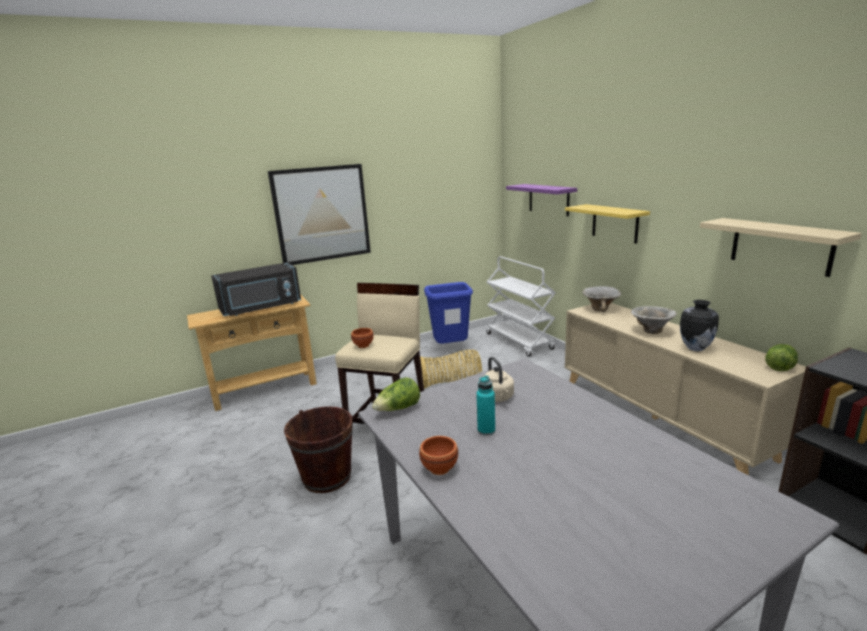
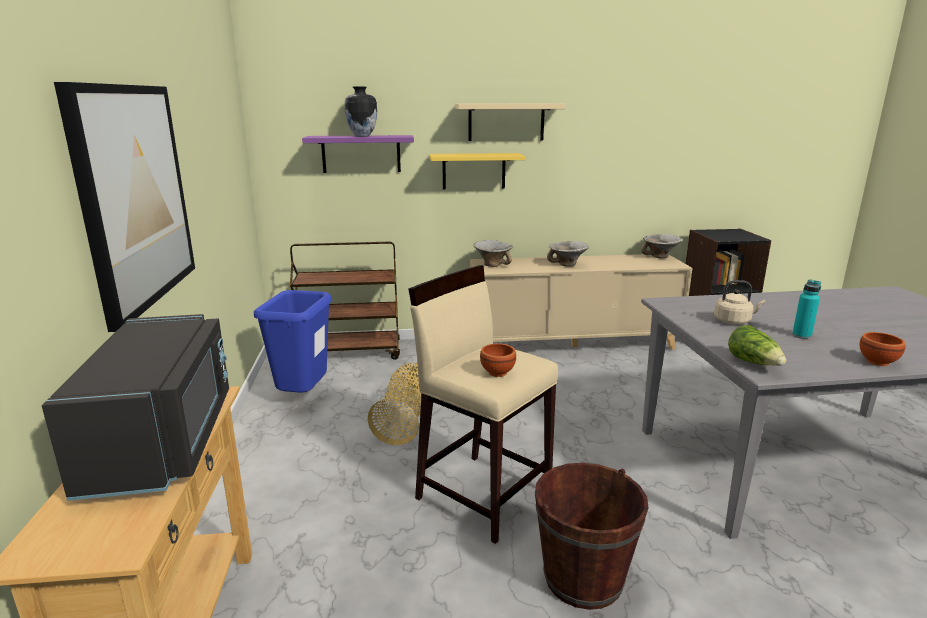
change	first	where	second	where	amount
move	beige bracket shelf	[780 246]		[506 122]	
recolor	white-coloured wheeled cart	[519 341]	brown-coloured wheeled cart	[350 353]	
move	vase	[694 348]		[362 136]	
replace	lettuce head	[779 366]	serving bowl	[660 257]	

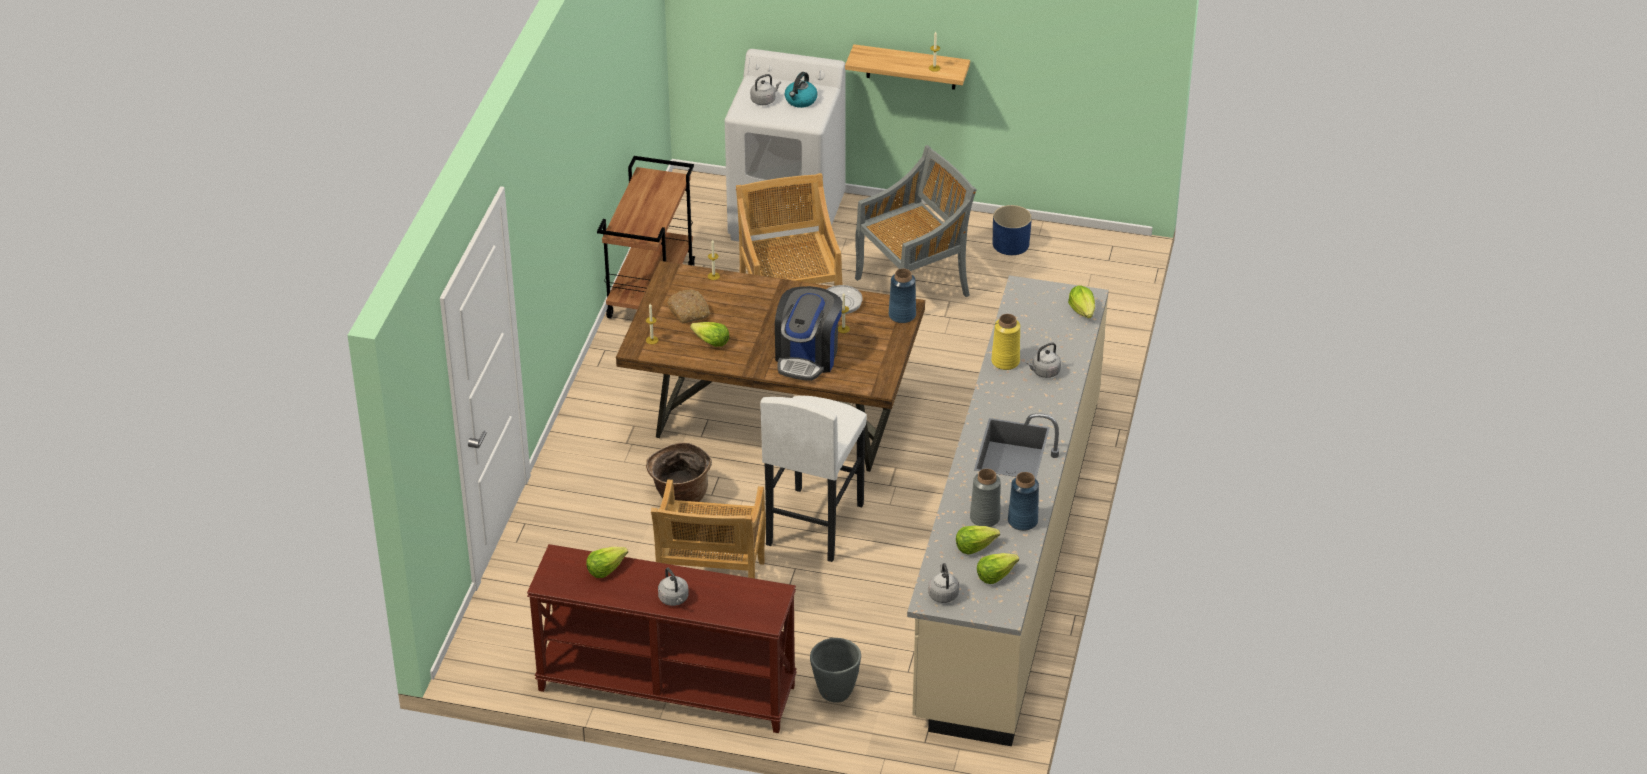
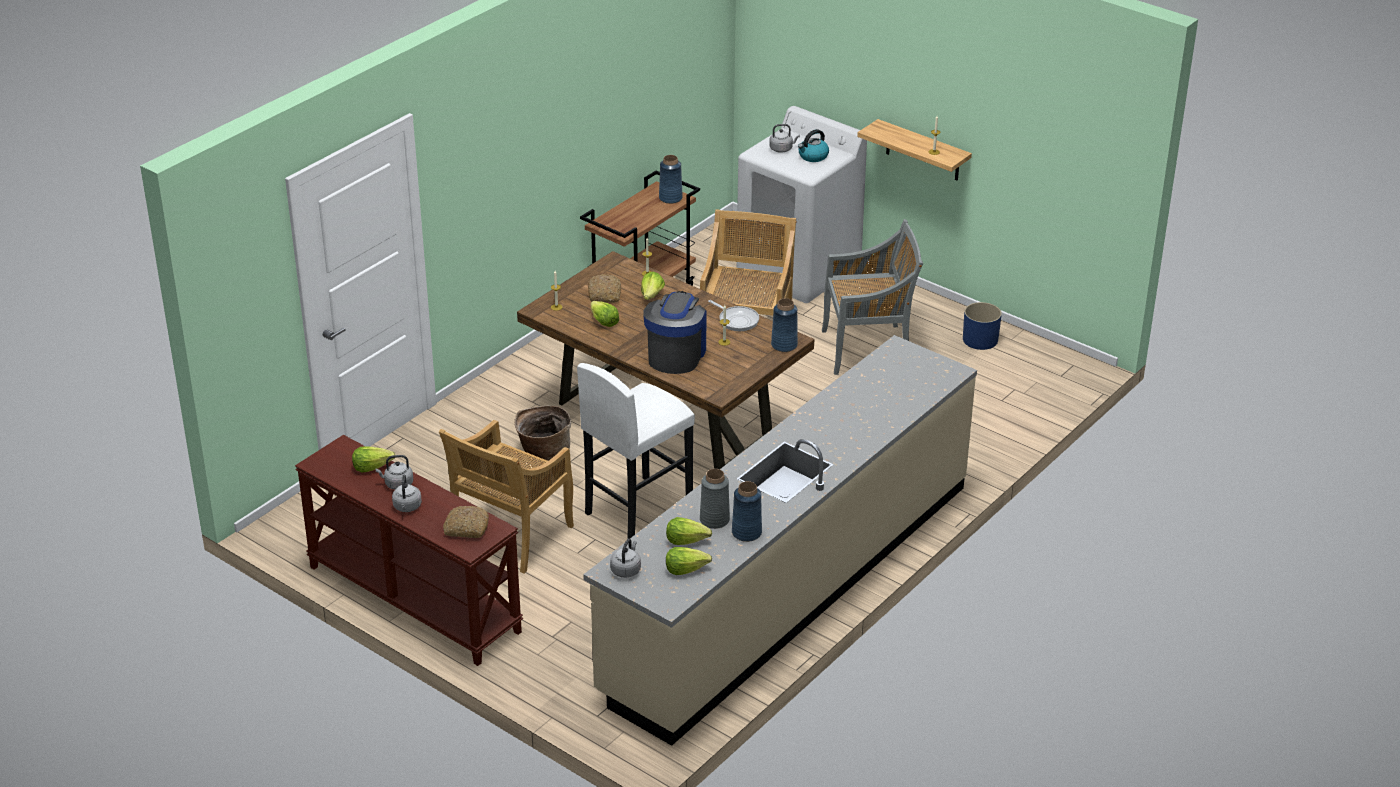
change	first	where	second	where	amount
move	lettuce head	[1083 311]		[651 295]	
rotate	coffee maker	[807 356]		[676 354]	150 degrees clockwise
delete	yellow vase	[1005 361]			
move	greyish tea kettle	[1044 372]		[397 484]	
delete	greyish planter	[835 692]			
insert			blue-coloured vase	[670 198]	
insert			baked bread	[466 528]	

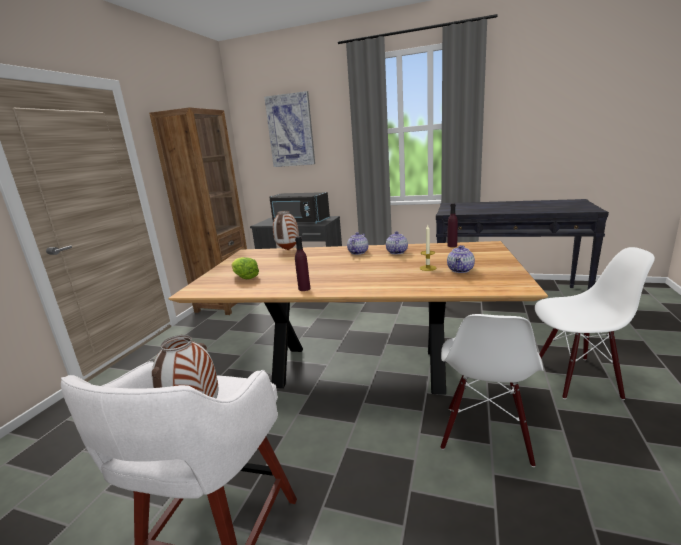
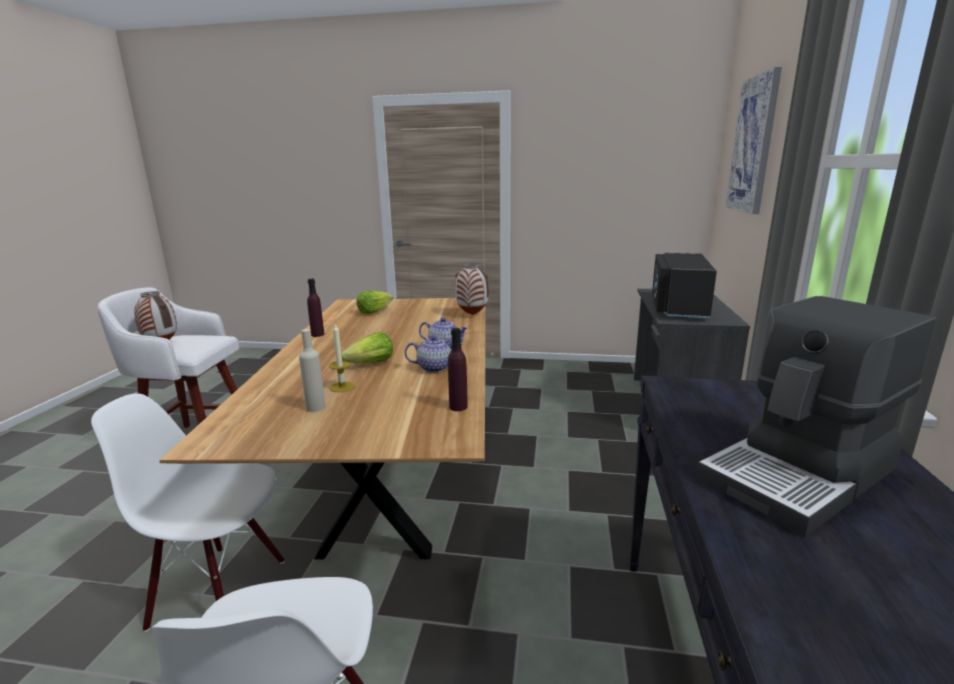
change	first	where	second	where	amount
delete	brown-coloured shelving unit	[225 303]			
replace	pot for tea	[460 270]	beige drink bottle	[315 407]	
insert			coffee maker	[800 475]	
insert			lettuce head	[371 364]	

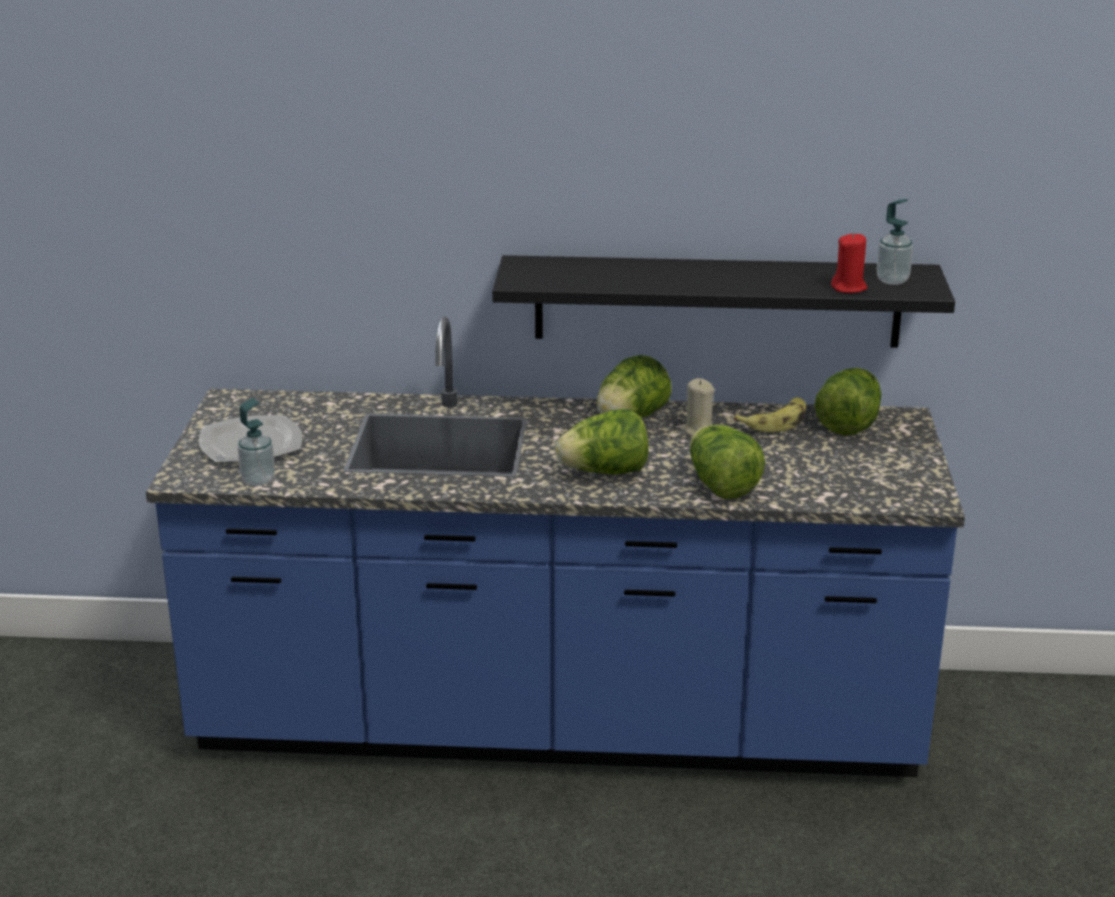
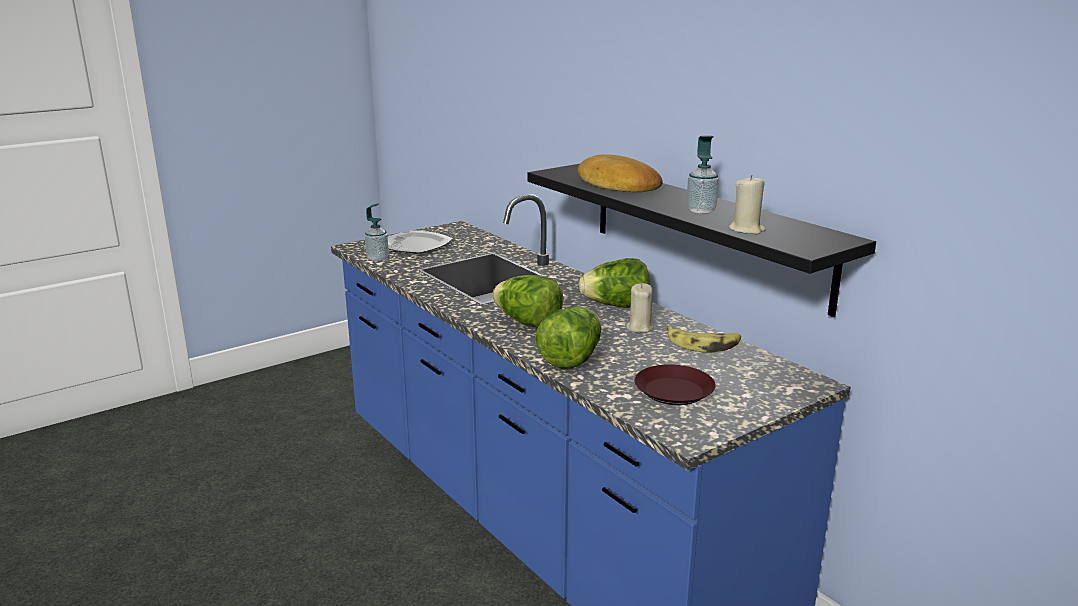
change	first	where	second	where	amount
move	liquid soap bottle	[892 280]		[701 211]	
recolor	reddish wax candle	[849 288]	beige wax candle	[747 230]	
delete	lettuce head	[848 424]			
insert			baked bread	[617 185]	
insert			brown-coloured plate	[673 391]	

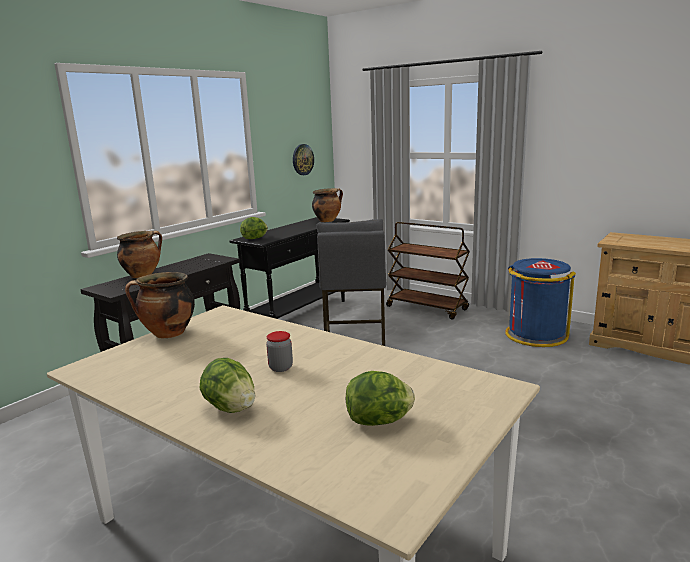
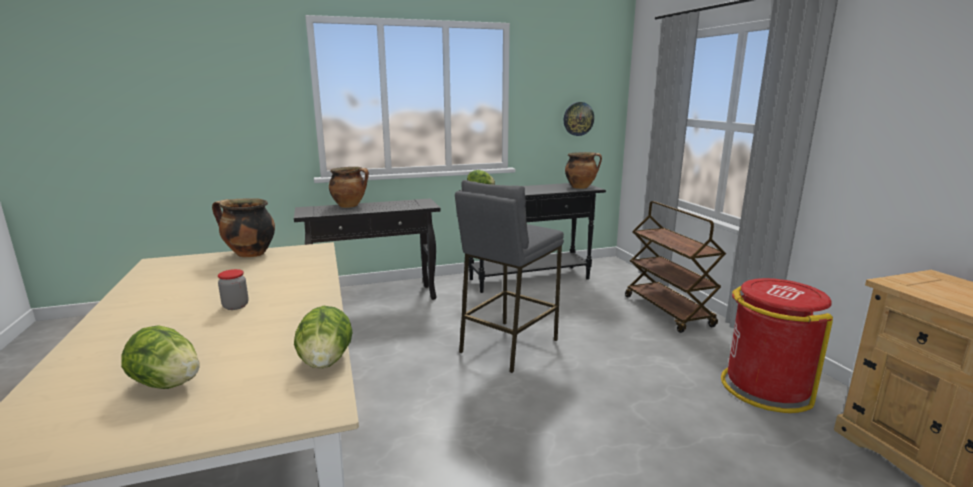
change	first	where	second	where	amount
recolor	blue-coloured trash can	[535 335]	reddish trash can	[765 388]	
move	lettuce head	[231 408]		[326 362]	

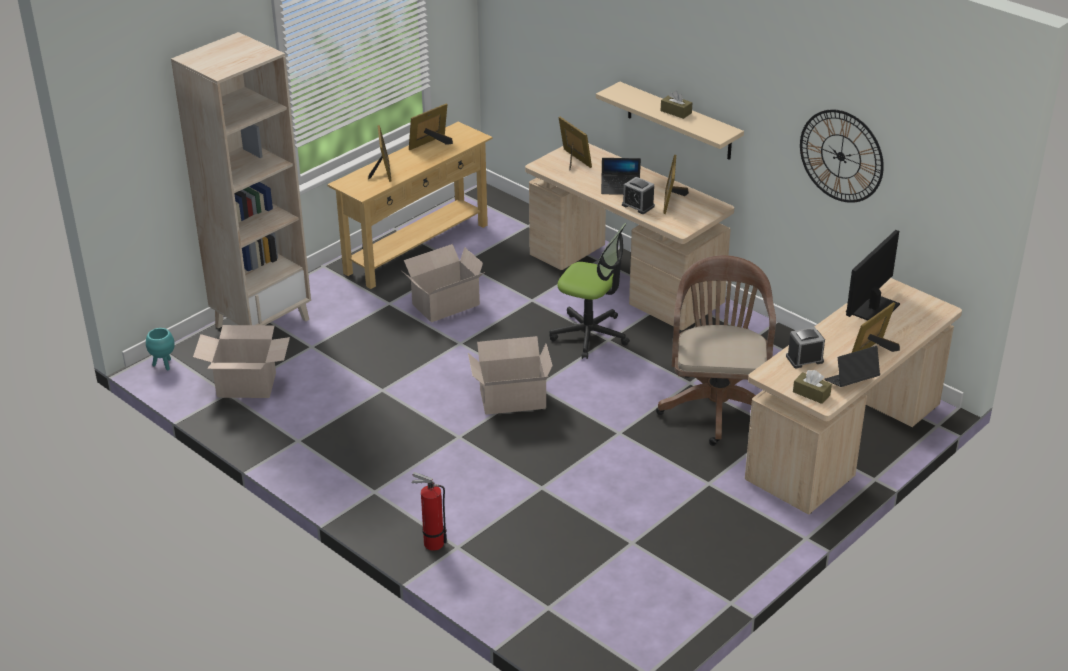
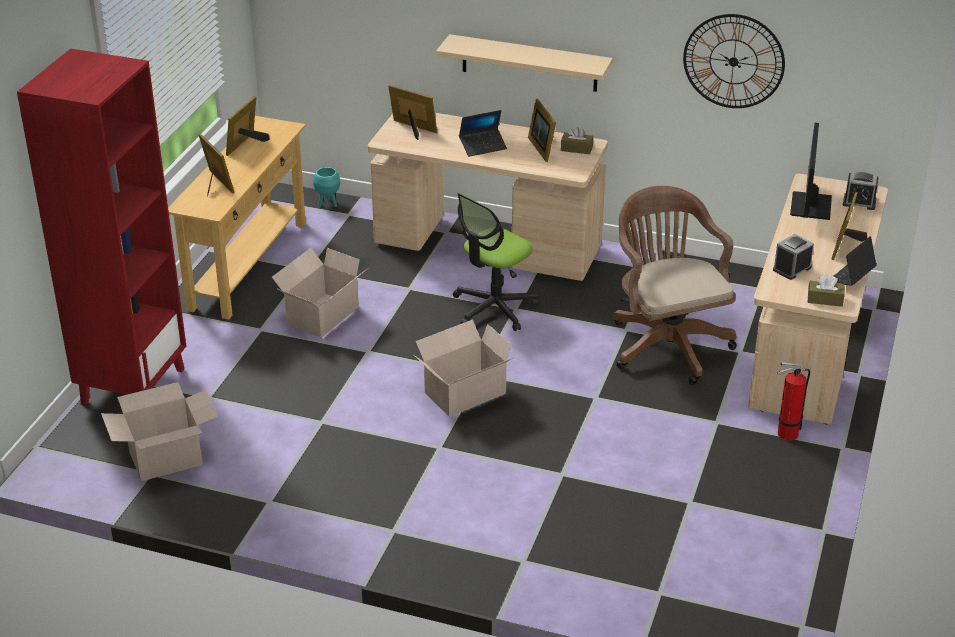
change	first	where	second	where	amount
recolor	beige shelving unit	[262 322]	reddish shelving unit	[133 386]	
move	brown-coloured box of tissues	[676 112]		[576 149]	
move	table clock	[638 206]		[859 202]	
rotate	office chair	[590 335]		[494 308]	135 degrees clockwise
move	turquoise planter	[164 365]		[328 204]	
move	fire-fighting cylinder	[431 543]		[785 434]	

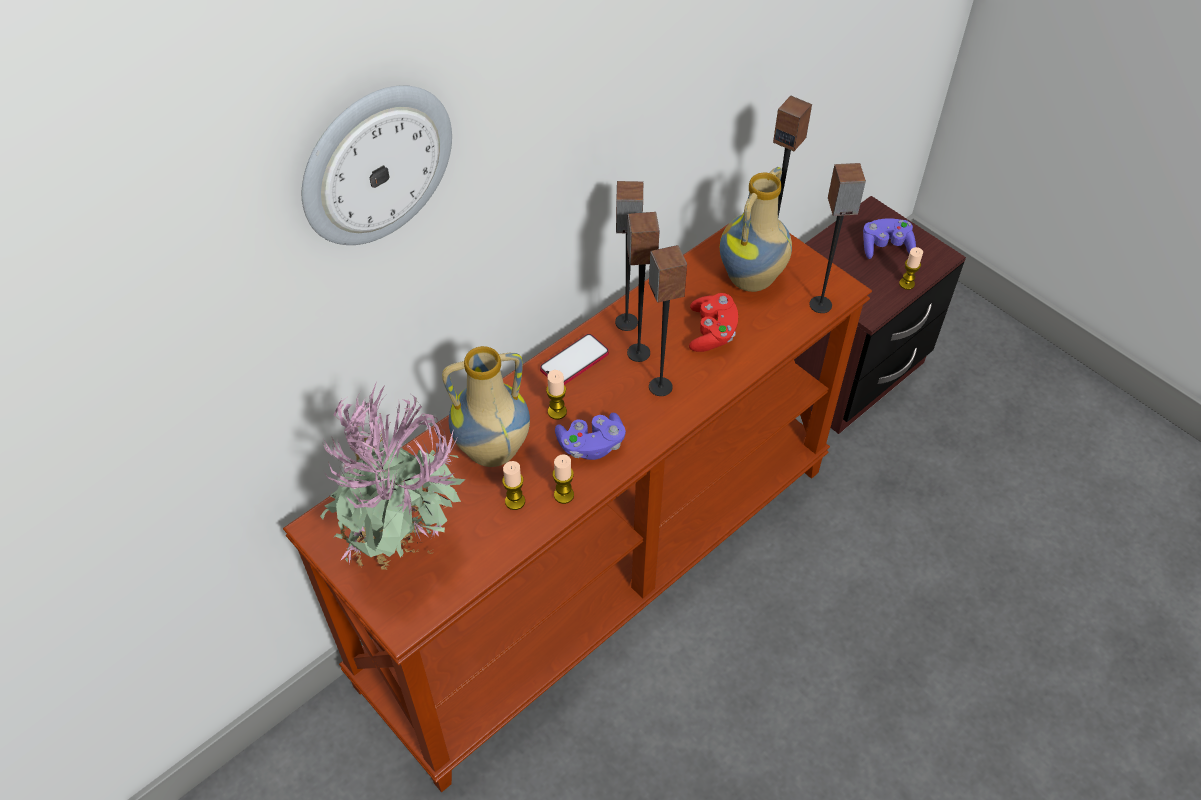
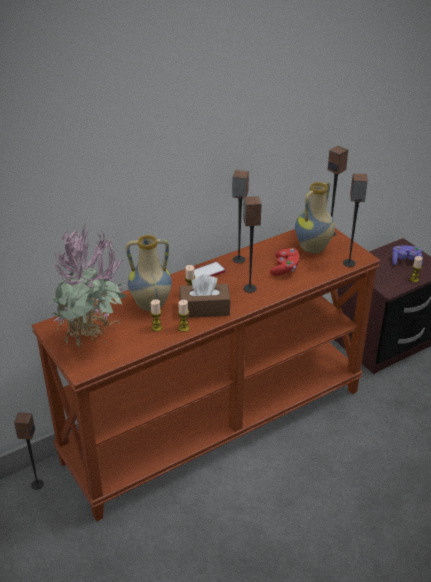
change	first	where	second	where	amount
delete	wall clock	[375 164]			
move	audio speaker	[638 353]		[37 484]	
replace	purple game controller	[591 445]	brown-coloured box of tissues	[204 309]	

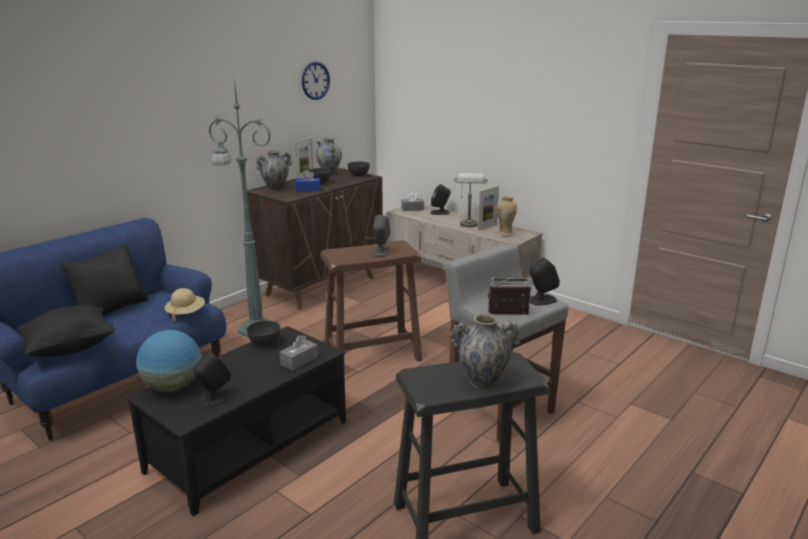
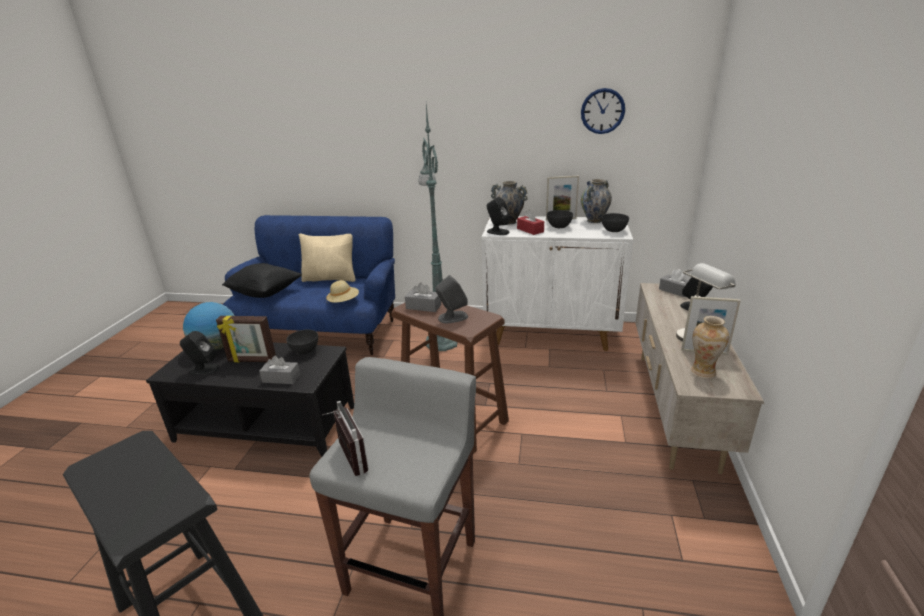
change	first	where	second	where	amount
recolor	brown-coloured cabinet	[322 286]	white-coloured cabinet	[551 334]	
recolor	blue-coloured box of tissues	[308 189]	reddish box of tissues	[530 230]	
recolor	blackish pillow	[112 309]	beige pillow	[331 279]	
move	blackish audio speaker	[541 300]		[497 232]	
delete	vase	[482 382]			
insert			greyish box of tissues	[423 307]	
insert			standing frame	[252 360]	

